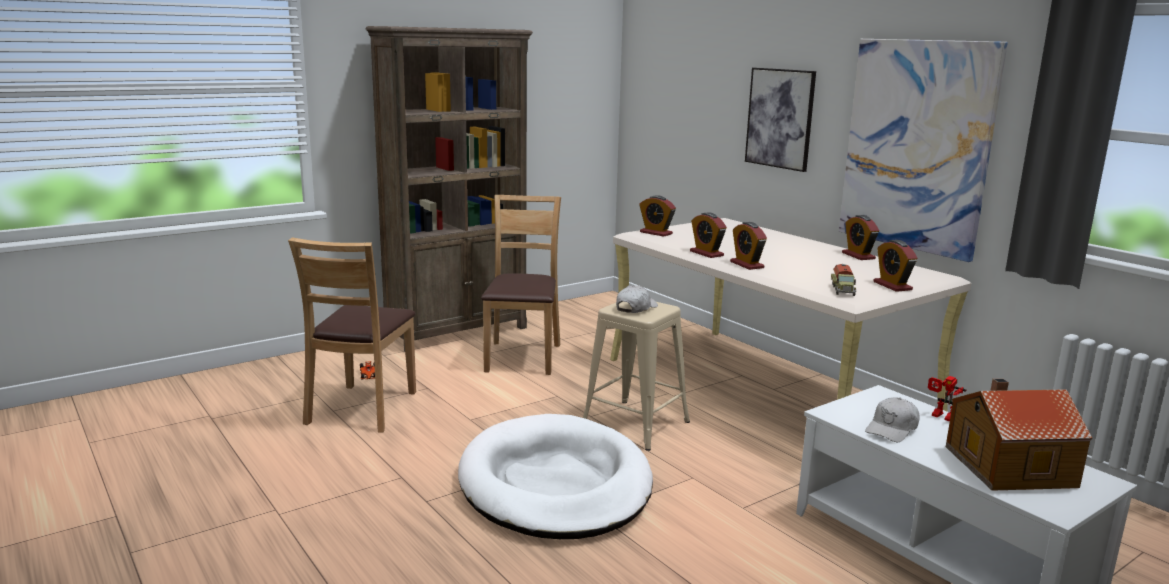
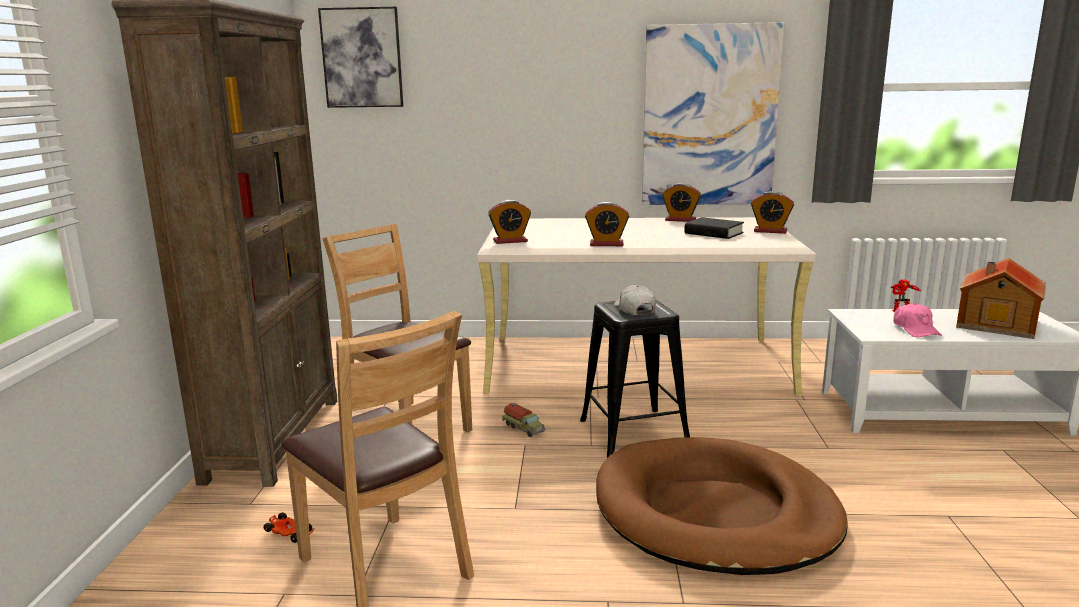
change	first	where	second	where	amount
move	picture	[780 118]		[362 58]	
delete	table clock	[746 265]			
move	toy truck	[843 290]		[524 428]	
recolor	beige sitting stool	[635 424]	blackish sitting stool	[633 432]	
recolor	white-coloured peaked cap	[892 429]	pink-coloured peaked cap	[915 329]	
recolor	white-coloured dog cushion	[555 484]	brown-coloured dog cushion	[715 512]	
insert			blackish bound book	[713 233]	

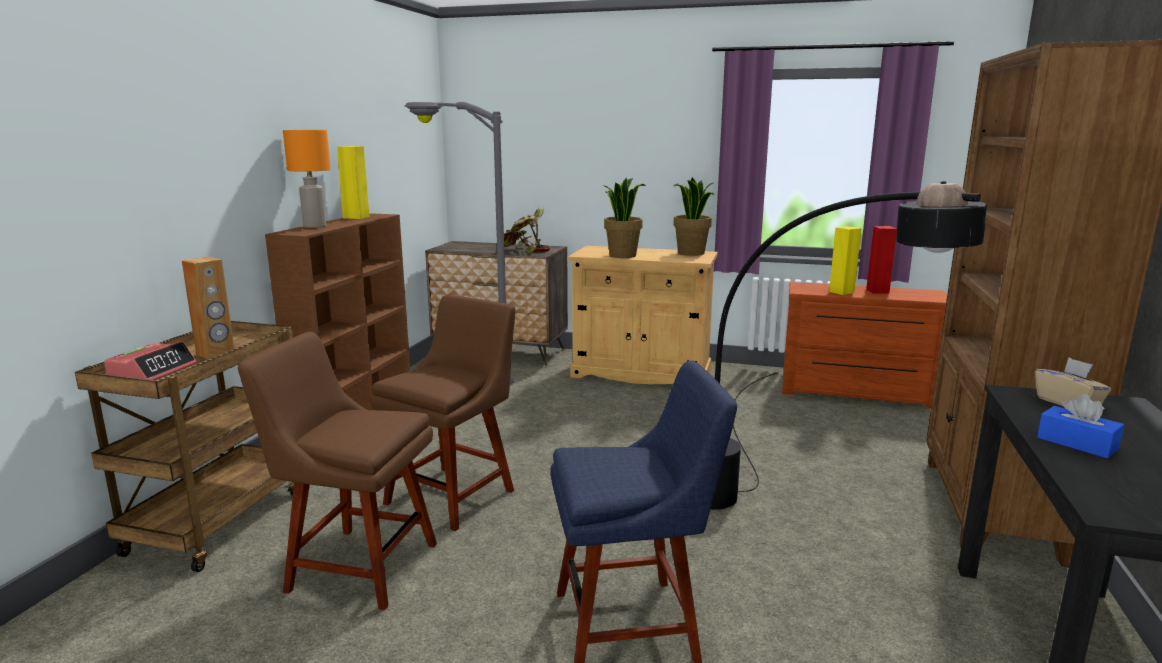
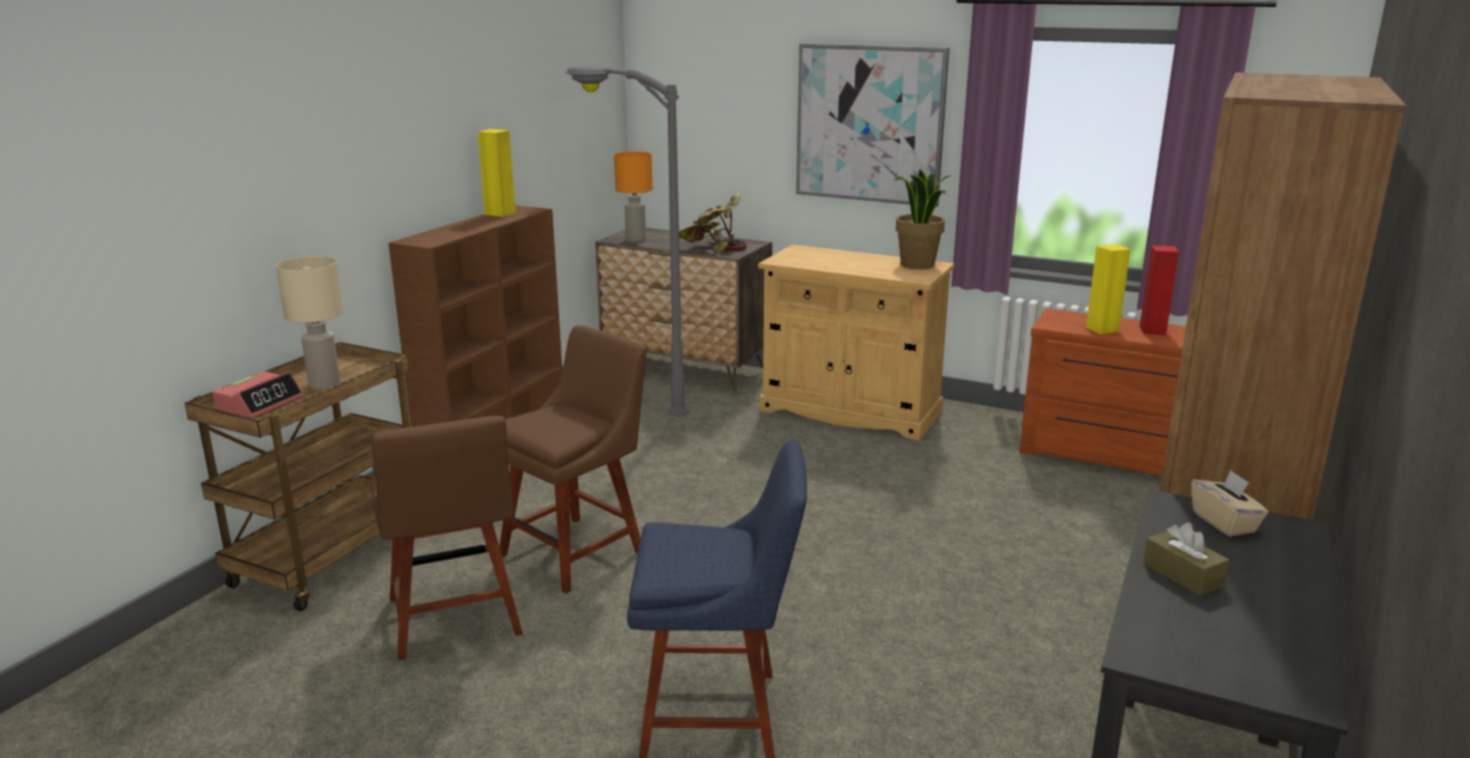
change	first	where	second	where	amount
move	orange-coloured lamp for a table	[314 226]		[635 240]	
delete	potted plant	[622 255]			
delete	blackish standard lamp	[780 512]			
replace	brown-coloured audio speaker	[216 354]	beige lamp for a table	[325 385]	
rotate	brown-coloured chair	[356 565]		[455 621]	135 degrees counterclockwise
recolor	blue-coloured box of tissues	[1077 443]	brown-coloured box of tissues	[1183 574]	
insert			picture	[869 124]	

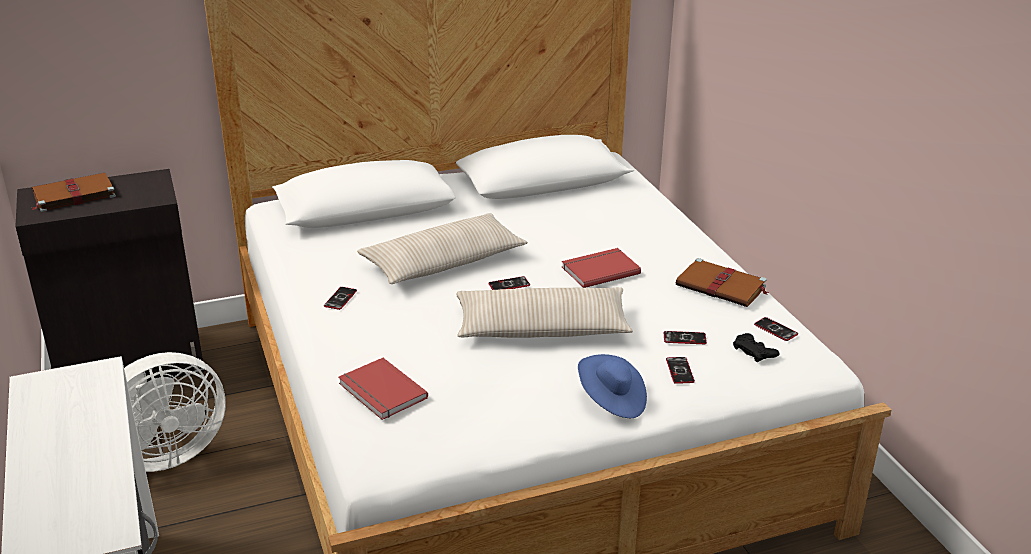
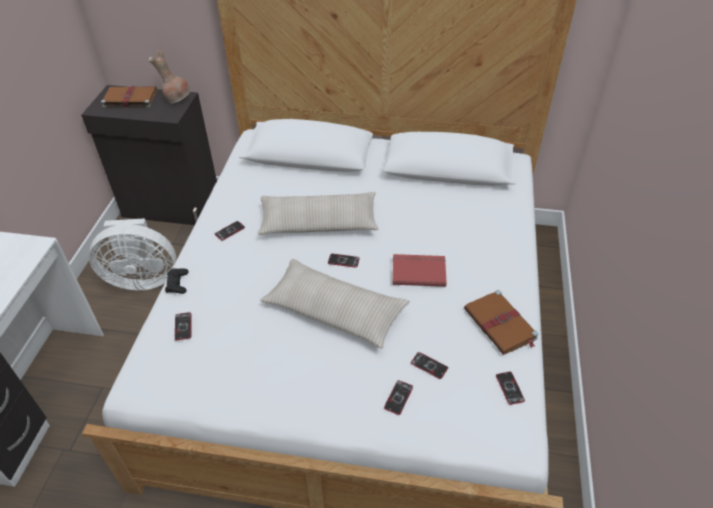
change	first	where	second	where	amount
move	blackish game controller	[754 351]		[177 283]	
delete	blue-coloured wearable hat	[611 401]			
replace	reddish bound book	[381 392]	phone	[183 326]	
insert			brown-coloured vase	[177 99]	

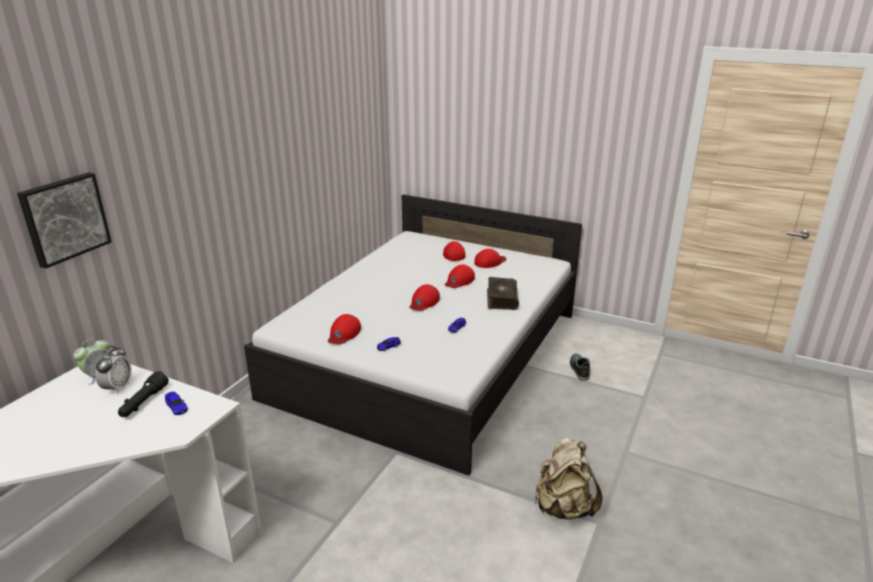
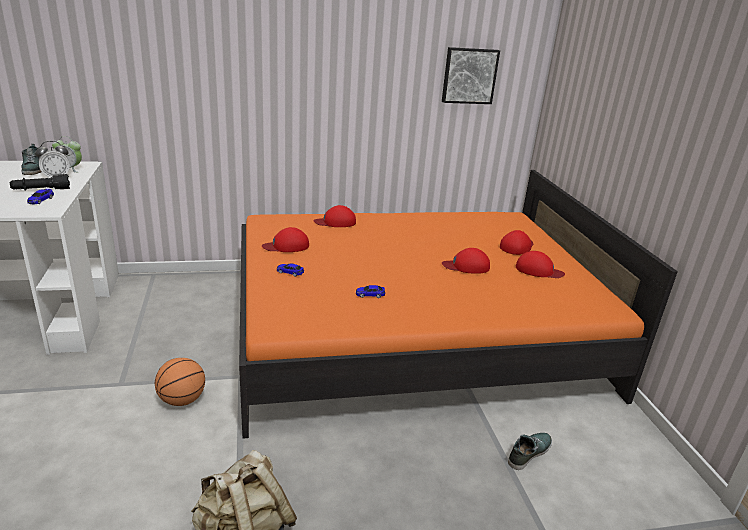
change	first	where	second	where	amount
move	picture	[64 218]		[469 75]	
recolor	white-coloured bed	[429 353]	orange-coloured bed	[412 333]	
delete	bound book	[501 299]			
move	reddish peaked cap	[424 302]		[335 222]	
insert			shoe	[34 169]	
insert			basketball	[182 400]	

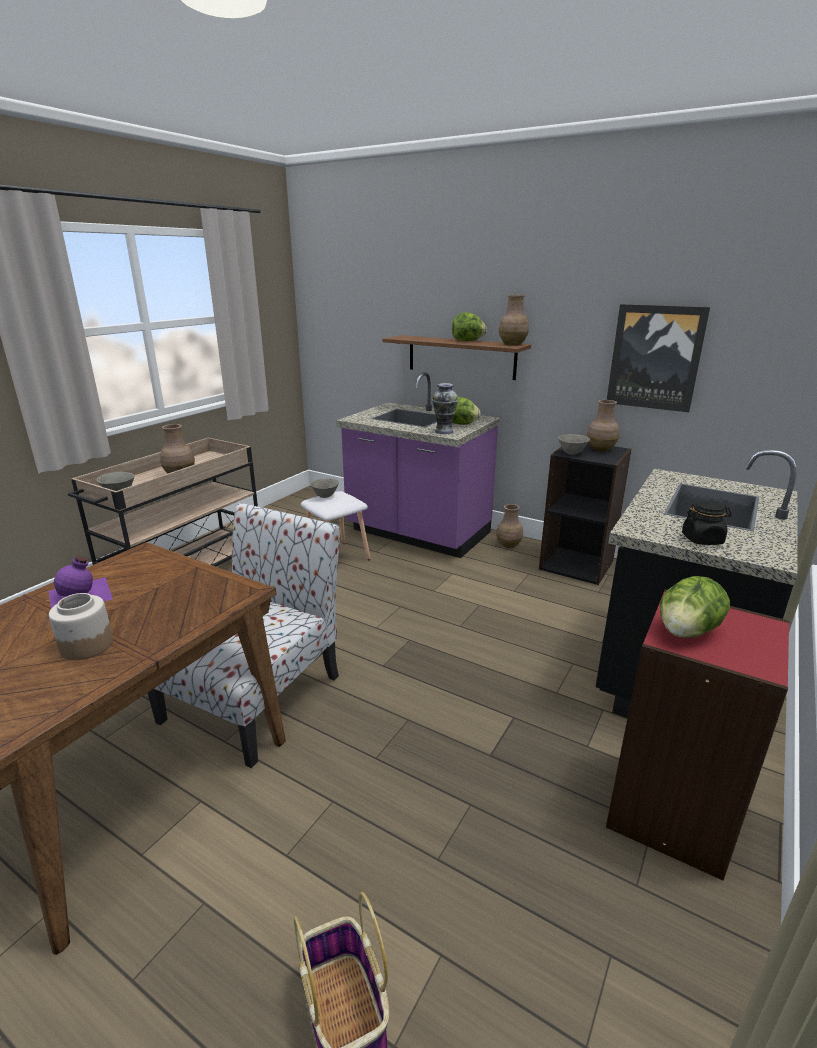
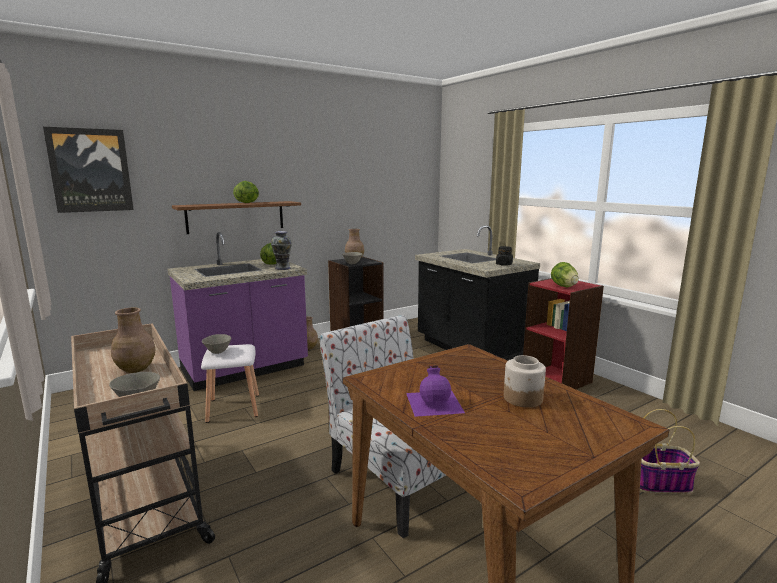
change	first	where	second	where	amount
delete	brown-coloured vase	[513 344]			
move	picture	[655 357]		[90 170]	

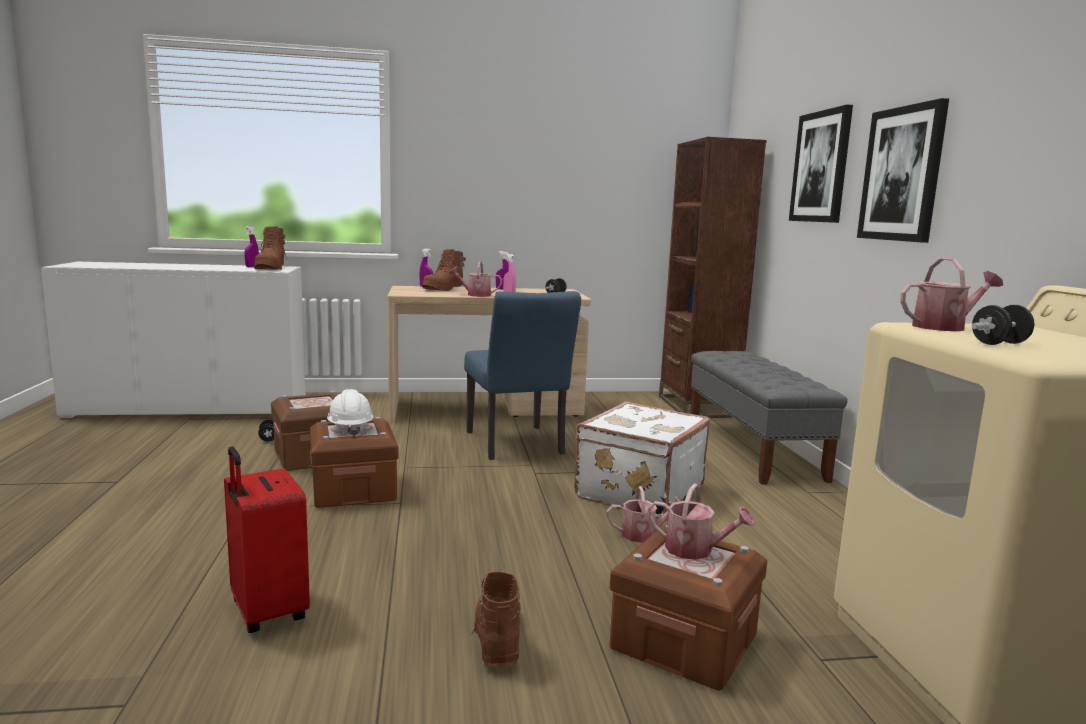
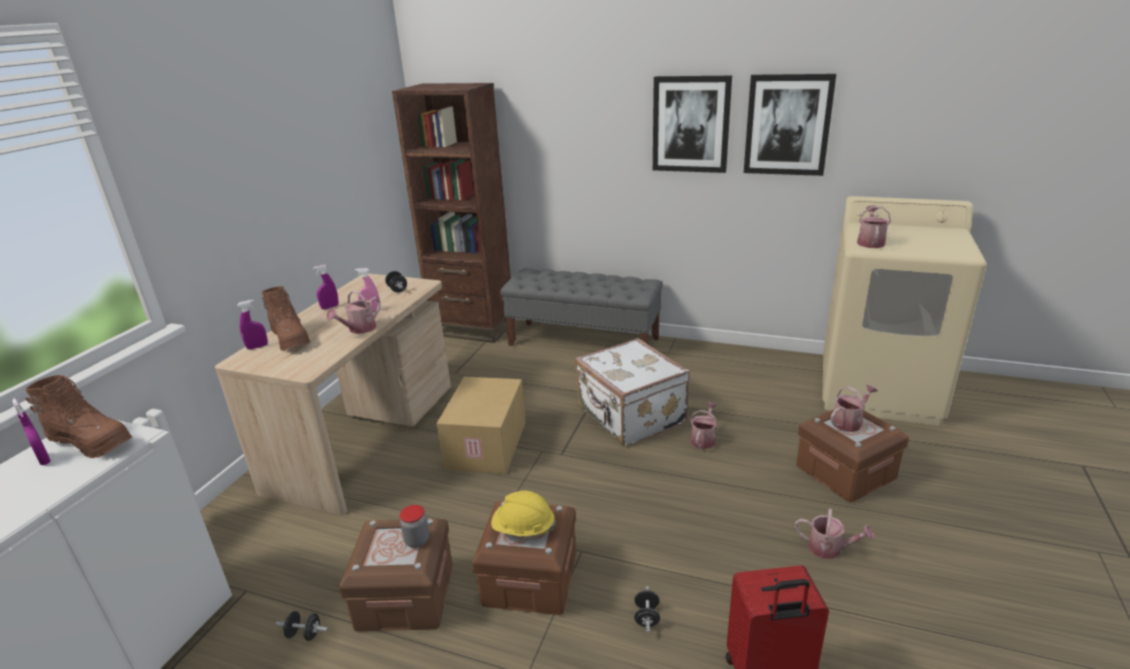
change	first	where	second	where	amount
move	picture	[821 167]		[787 125]	
replace	blue-coloured chair	[516 445]	cardboard box	[488 445]	
move	blackish dumbbell	[999 344]		[646 617]	
recolor	white-coloured safety helmet	[350 428]	yellow safety helmet	[523 529]	
replace	brown-coloured tall boot	[497 638]	watering pot	[829 548]	
insert			preserve jar	[417 540]	

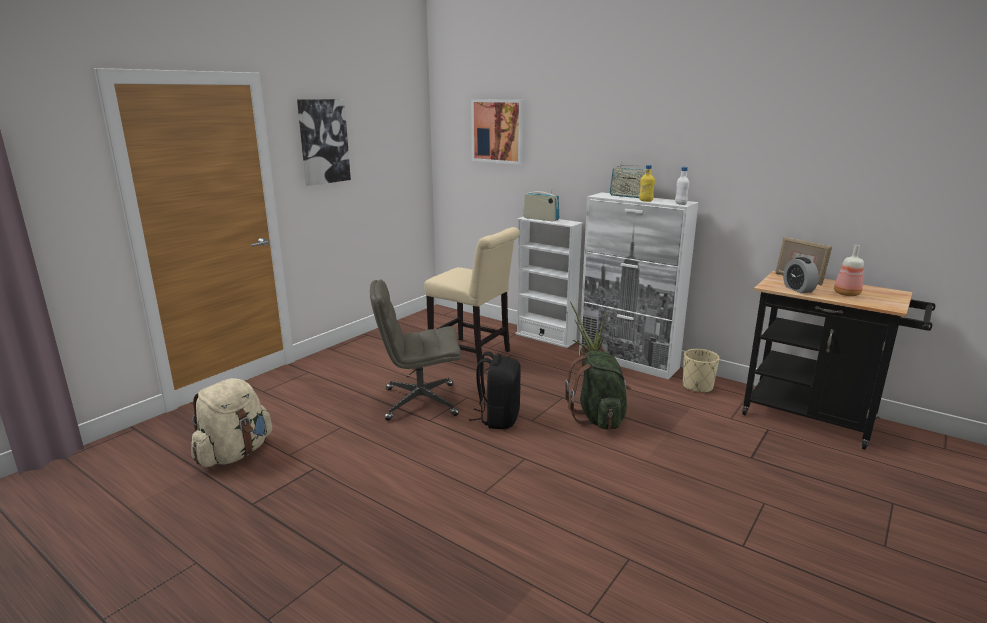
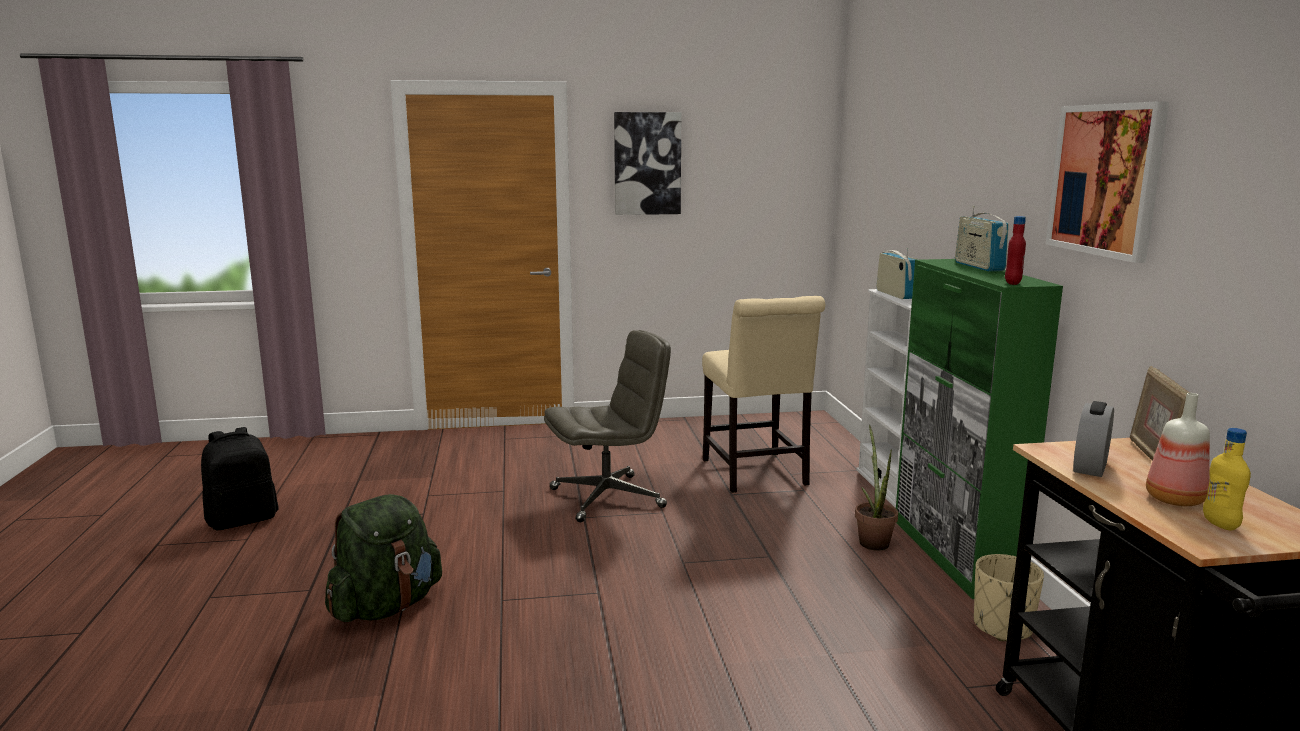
change	first	where	second	where	amount
move	picture	[498 131]		[1106 180]	
move	yellow drink bottle	[645 201]		[1220 524]	
recolor	white-coloured drink bottle	[680 204]	reddish drink bottle	[1012 283]	
recolor	white-coloured cabinet	[628 362]	green cabinet	[954 555]	
rotate	greyish office chair	[419 402]		[608 498]	120 degrees clockwise
move	green rucksack	[599 418]		[386 607]	
move	blackish rucksack	[498 418]		[243 520]	
delete	beige rucksack	[235 454]			

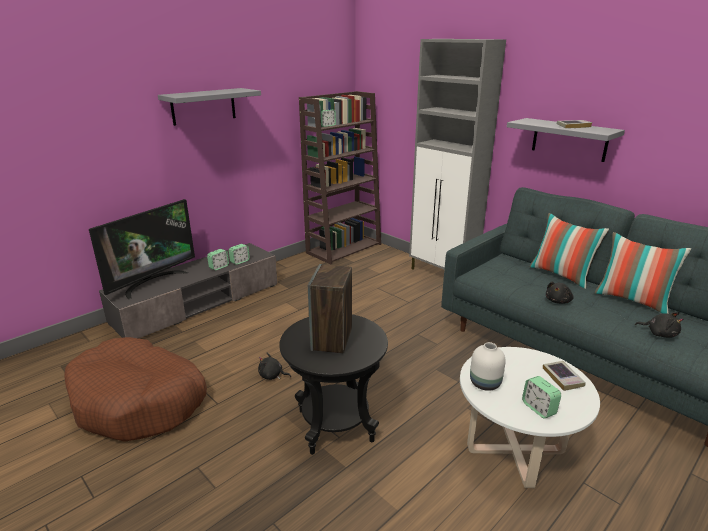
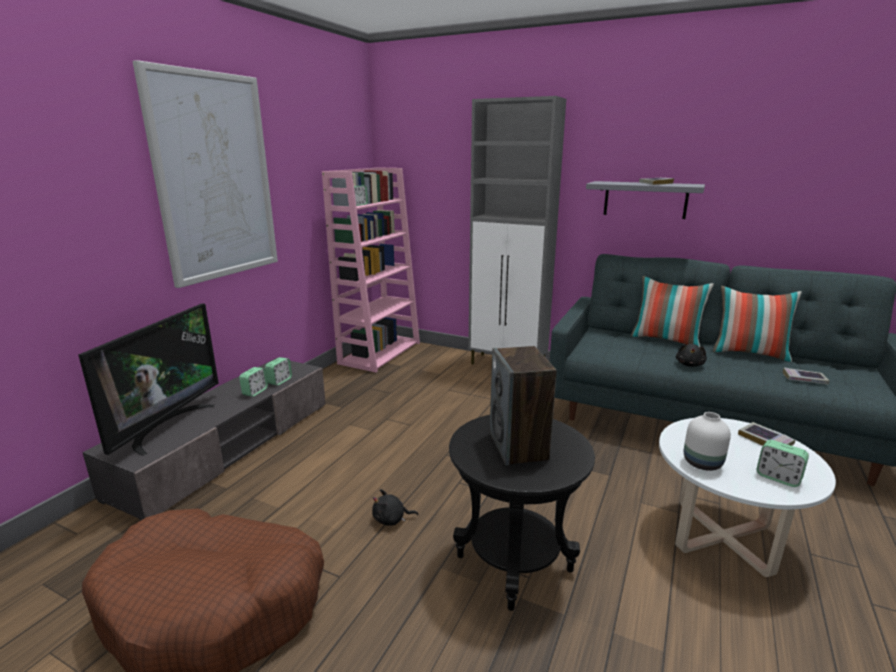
change	first	where	second	where	amount
replace	greyish bracket shelf	[203 106]	picture	[215 178]	
recolor	brown-coloured shelving unit	[344 248]	pink-coloured shelving unit	[380 352]	
replace	blackish plush toy	[659 333]	bound book	[804 379]	

